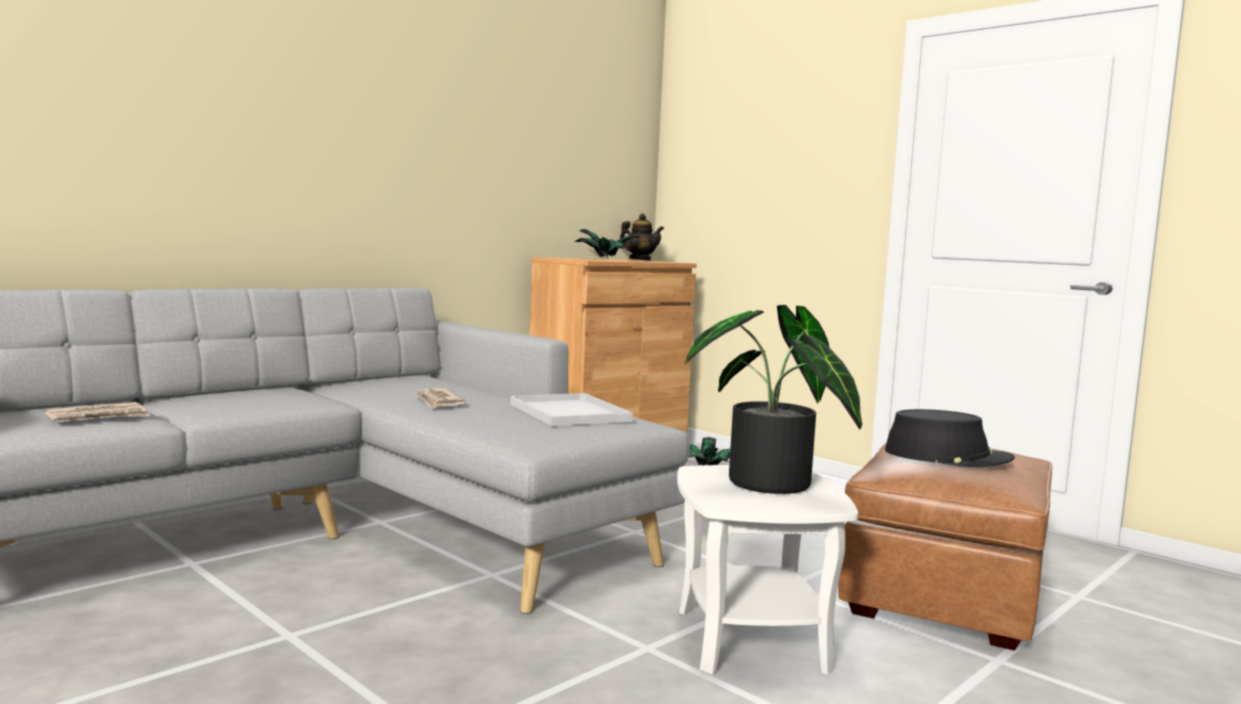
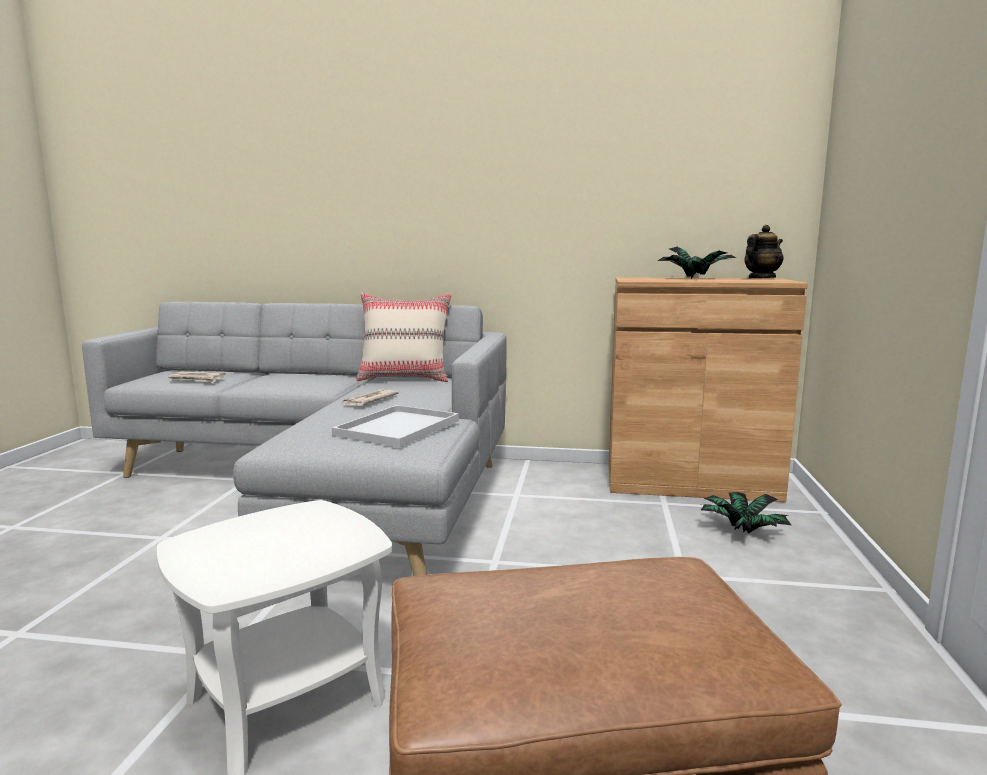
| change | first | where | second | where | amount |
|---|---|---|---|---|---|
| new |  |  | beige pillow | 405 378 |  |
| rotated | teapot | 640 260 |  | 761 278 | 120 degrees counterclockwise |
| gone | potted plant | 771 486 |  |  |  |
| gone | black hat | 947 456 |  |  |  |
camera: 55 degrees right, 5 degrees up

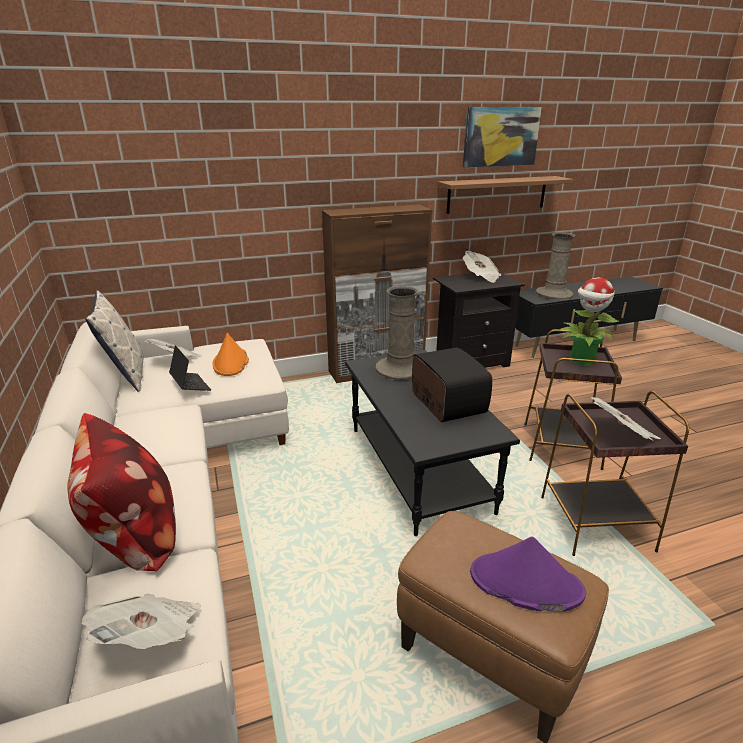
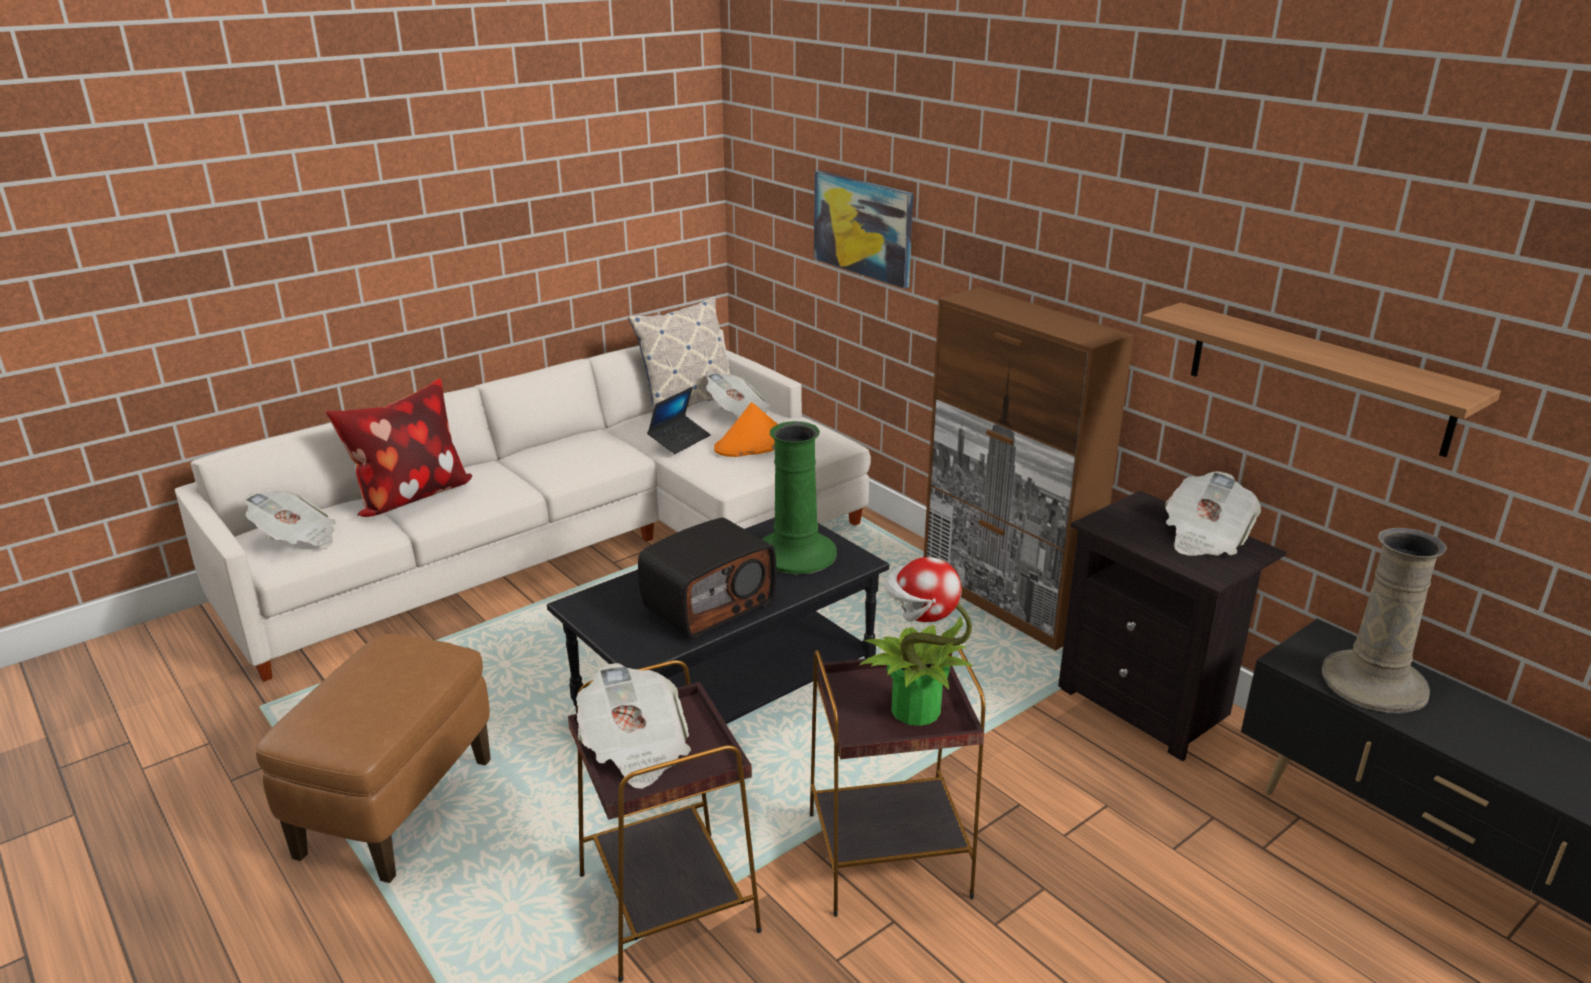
| change | first | where | second | where | amount |
|---|---|---|---|---|---|
| repainted | beige vase | 400 369 | green vase | 796 554 |  |
| shifted | picture | 500 136 |  | 863 227 |  |
| gone | purple hat | 525 583 |  |  |  |
camera: 70 degrees right, 0 degrees up

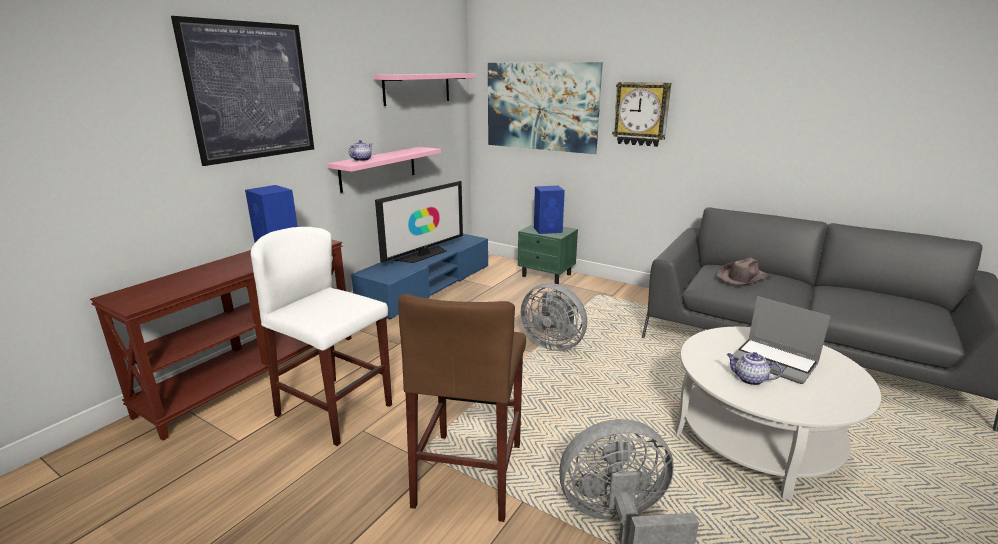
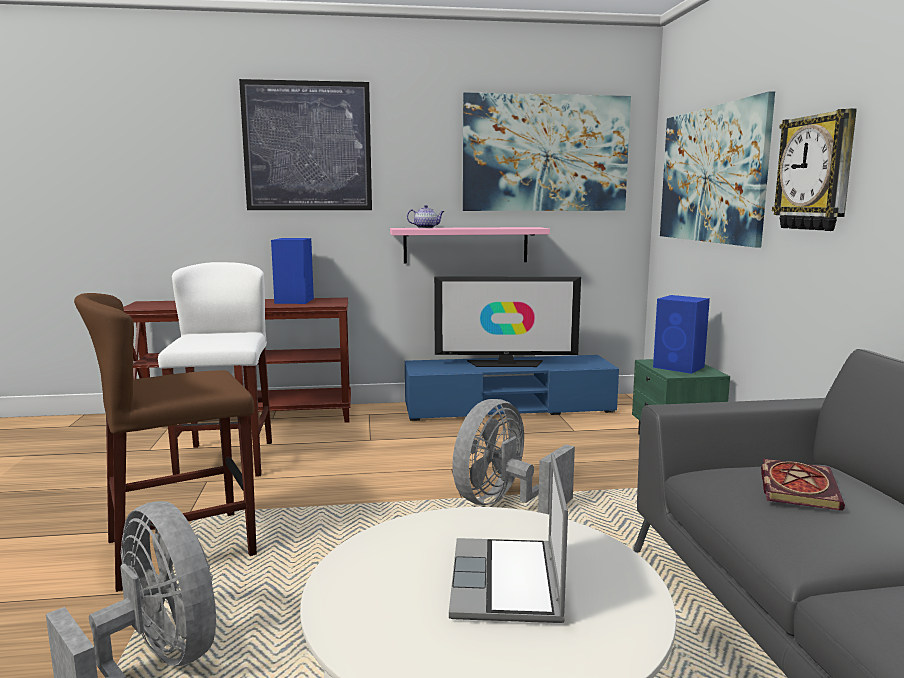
| change | first | where | second | where | amount |
|---|---|---|---|---|---|
| rotated | grey fan | 553 343 |  | 503 503 | 45 degrees clockwise |
| swapped | pink shelf | 417 88 | picture | 545 153 |  |
| swapped | brown hat | 742 277 | book | 796 487 |  |
| gone | teapot | 749 379 |  |  |  |
camera: 50 degrees right, 10 degrees down

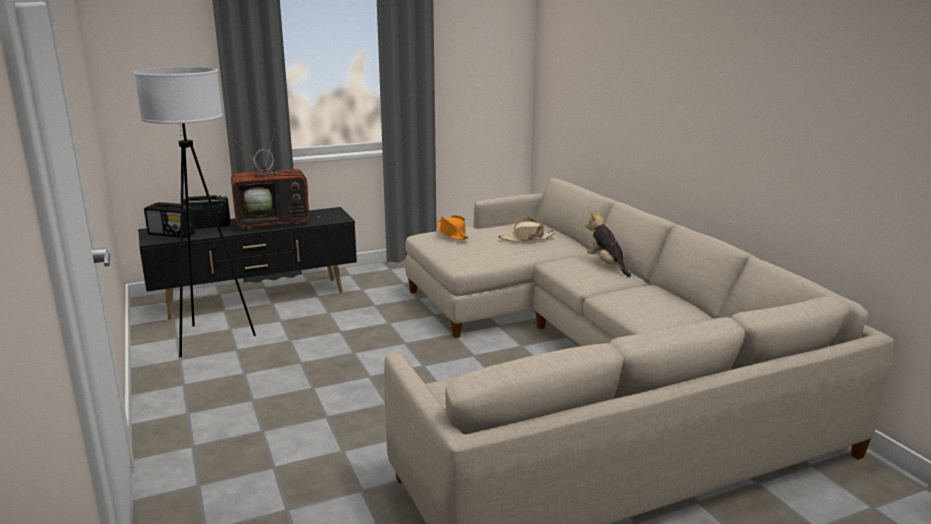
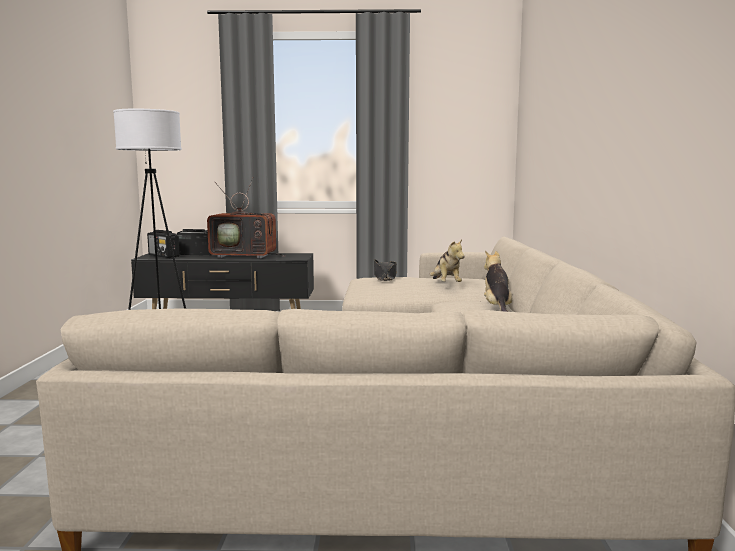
| change | first | where | second | where | amount |
|---|---|---|---|---|---|
| repainted | orange hat | 452 233 | black hat | 385 277 |  |
| swapped | beige hat | 527 238 | plush toy | 446 284 |  |
camera: 25 degrees right, 10 degrees down

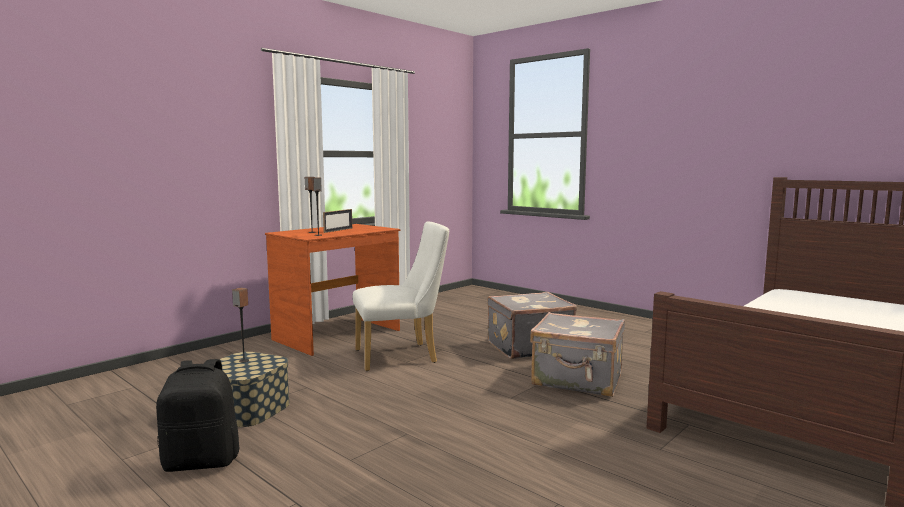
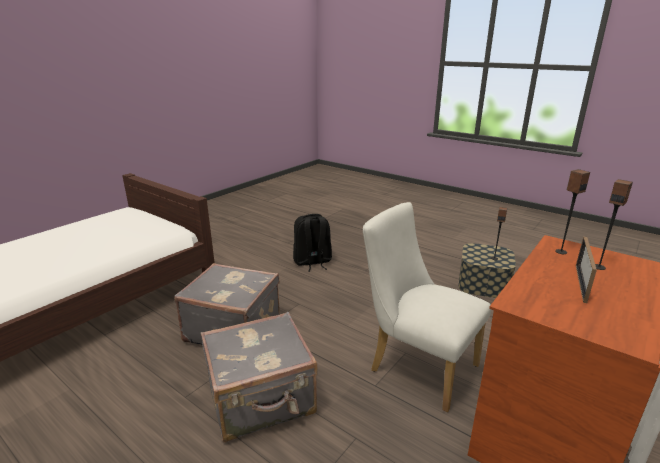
| change | first | where | second | where | amount |
|---|---|---|---|---|---|
| shifted | black backpack | 202 461 |  | 312 262 |  |
| rotated | white chair | 402 356 |  | 416 365 | 60 degrees clockwise |
camera: 175 degrees right, 15 degrees up

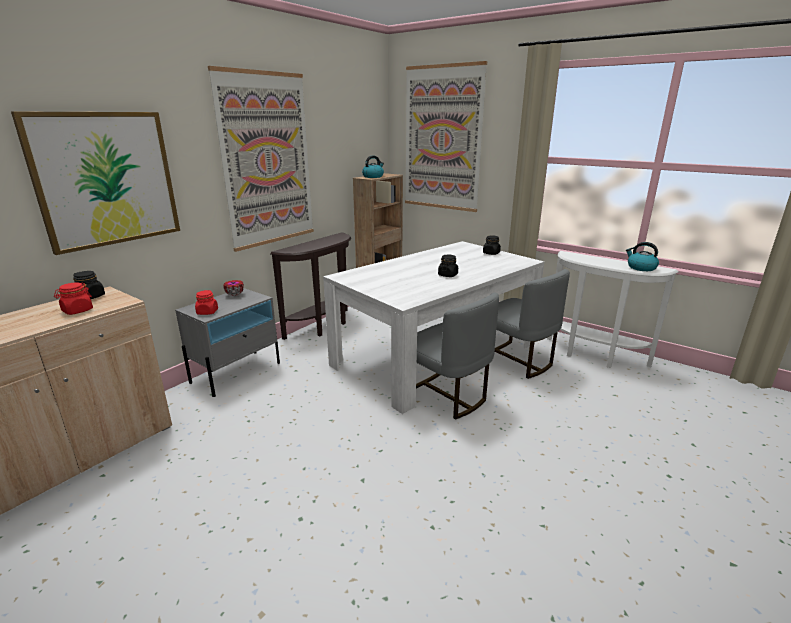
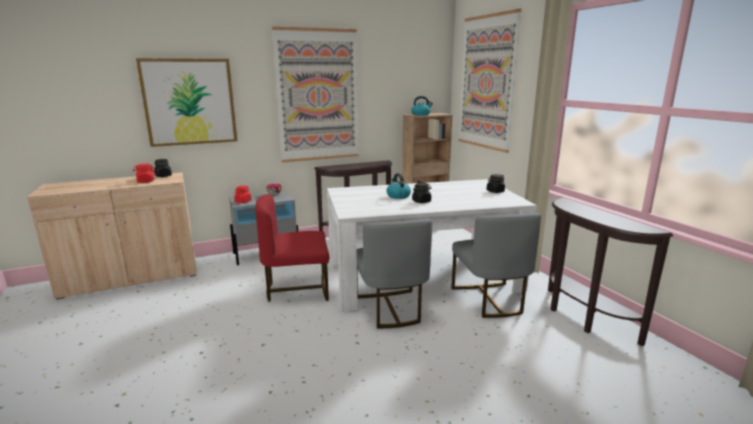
| change | first | where | second | where | amount |
|---|---|---|---|---|---|
| new |  |  | red chair | 297 289 |  |
| shifted | kettle | 640 268 |  | 398 196 |  |
| repainted | white console table | 593 356 | brown console table | 581 317 |  |
camera: 30 degrees right, 5 degrees down

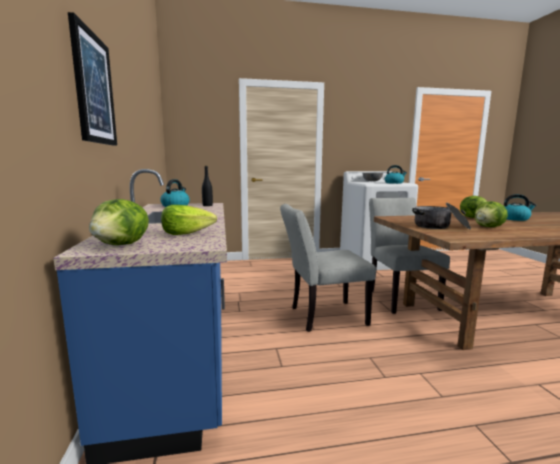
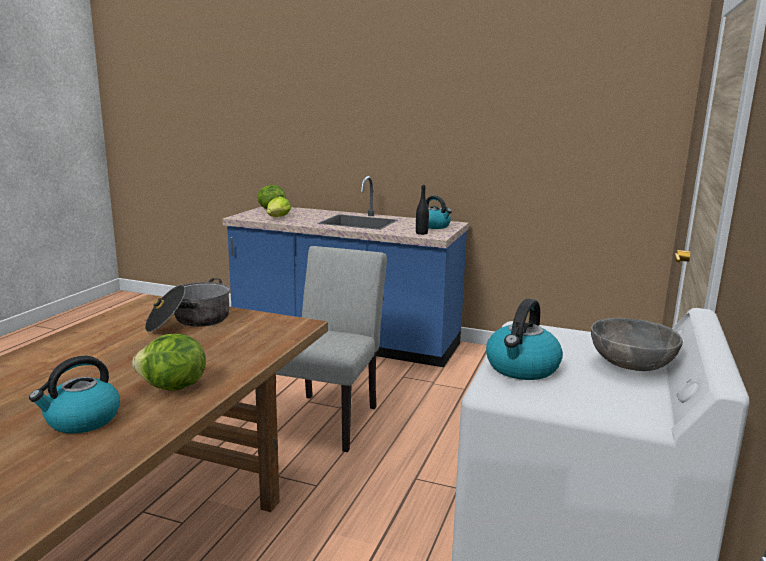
| change | first | where | second | where | amount |
|---|---|---|---|---|---|
| gone | picture | 93 89 |  |  |  |
| gone | grey chair | 400 298 |  |  |  |
| gone | lettuce | 489 227 |  |  |  |
camera: 120 degrees right, 5 degrees up

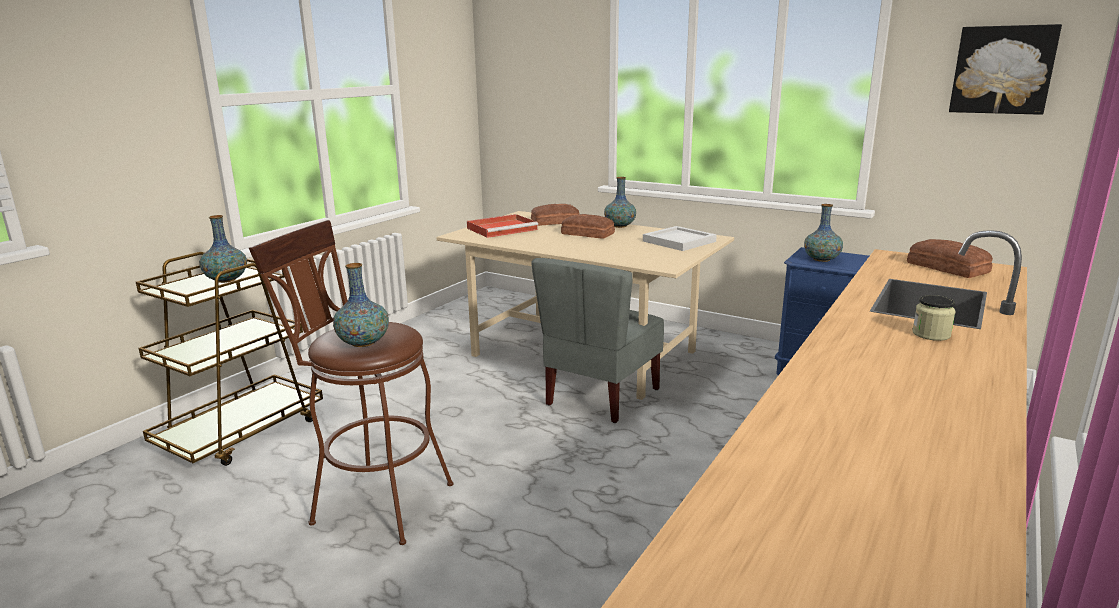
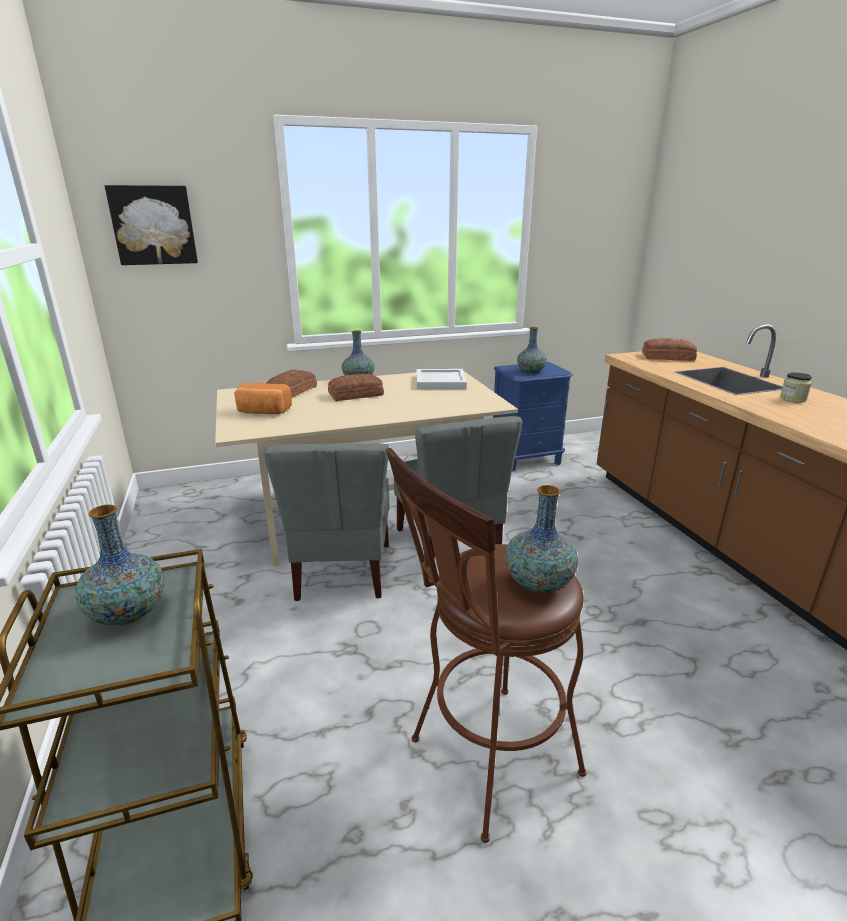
| change | first | where | second | where | amount |
|---|---|---|---|---|---|
| shifted | picture | 1002 70 |  | 153 225 |  |
| swapped | red tray | 503 229 | bread | 263 412 |  |
| new |  |  | grey chair | 342 572 |  |
camera: 50 degrees left, 5 degrees up

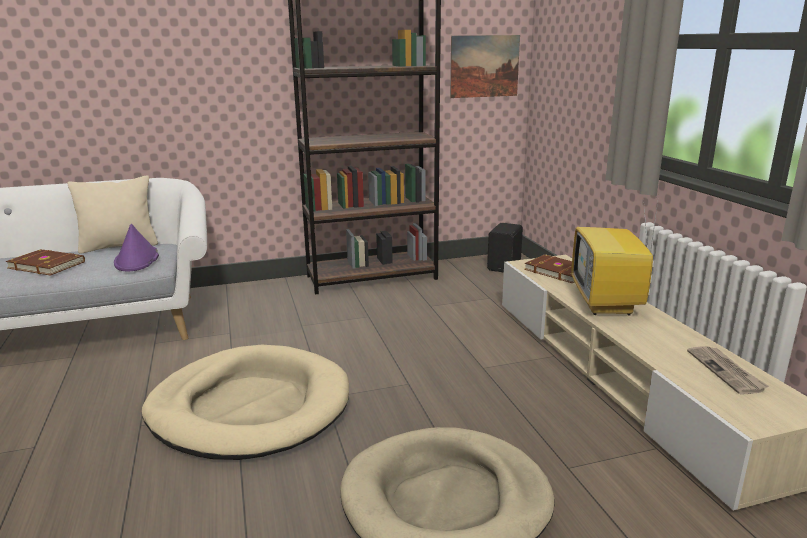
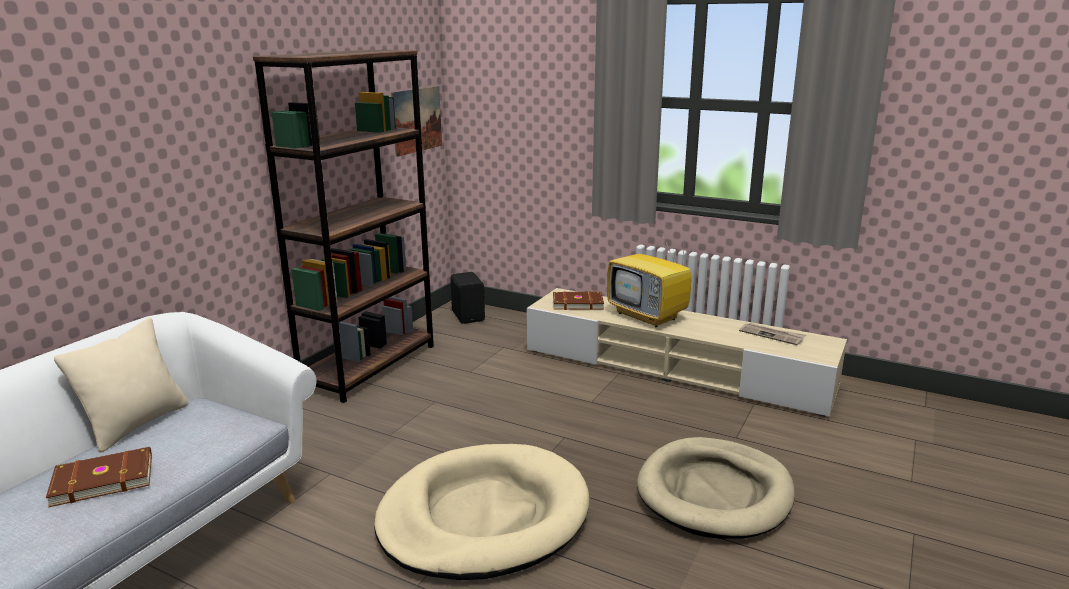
| change | first | where | second | where | amount |
|---|---|---|---|---|---|
| gone | purple hat | 137 260 |  |  |  |
camera: 45 degrees left, 0 degrees up

